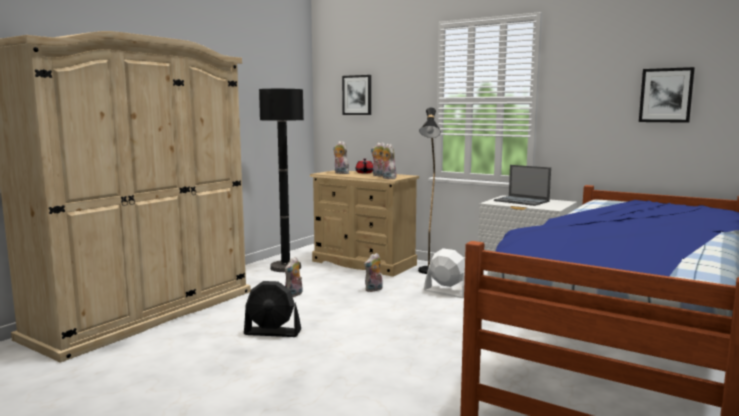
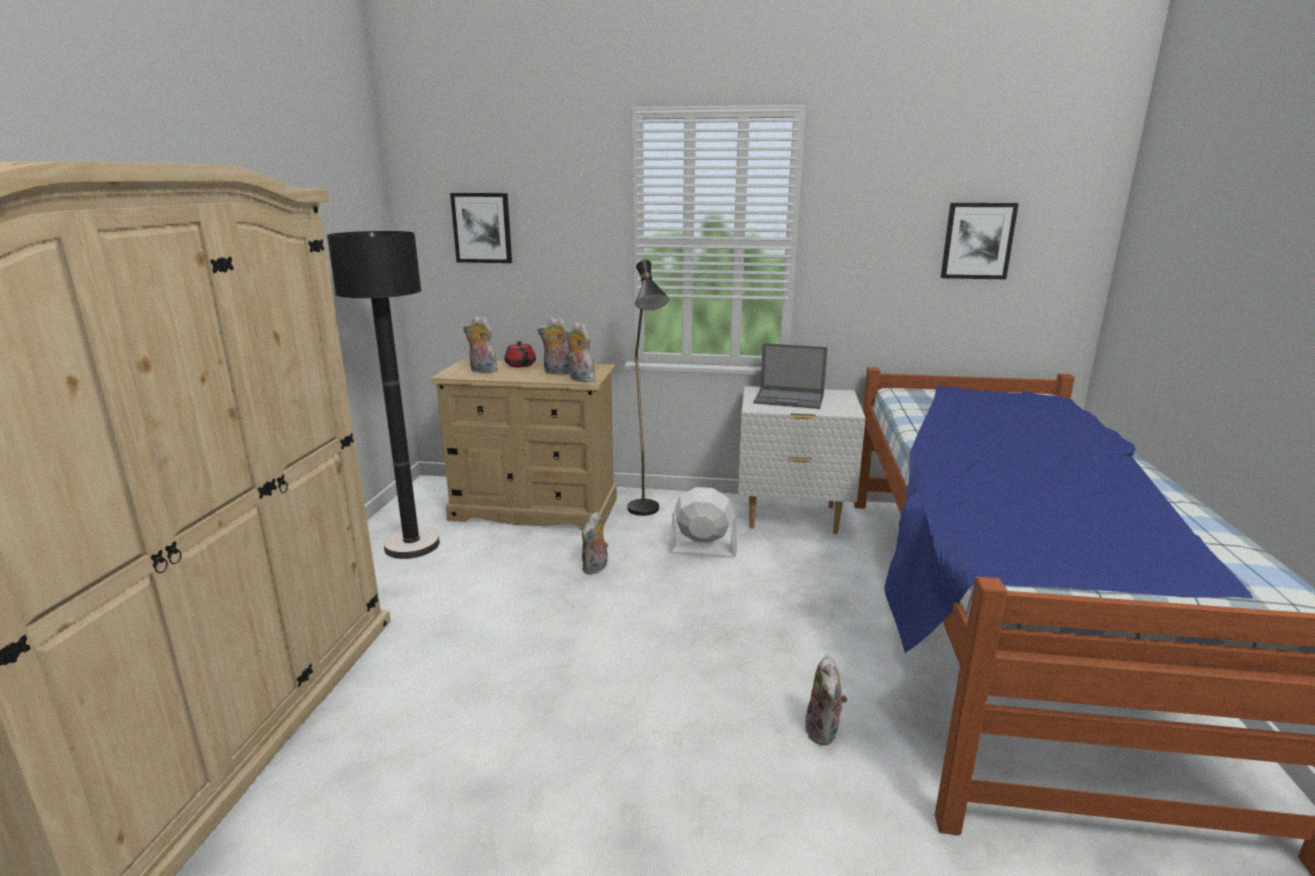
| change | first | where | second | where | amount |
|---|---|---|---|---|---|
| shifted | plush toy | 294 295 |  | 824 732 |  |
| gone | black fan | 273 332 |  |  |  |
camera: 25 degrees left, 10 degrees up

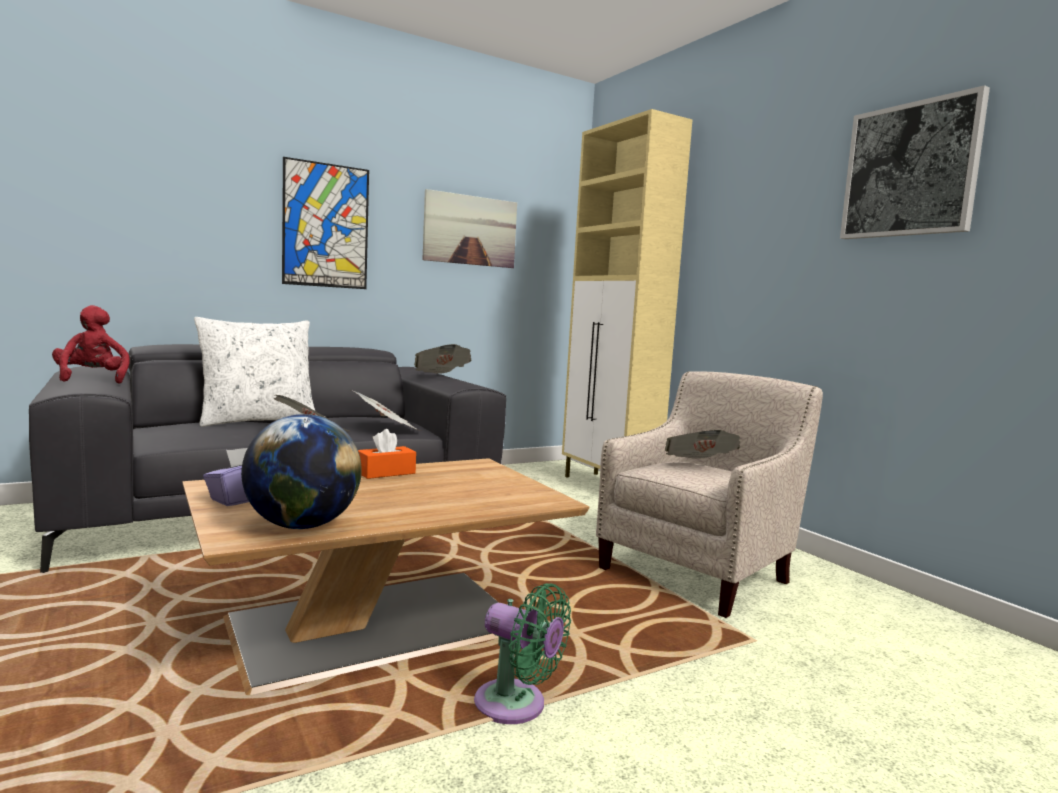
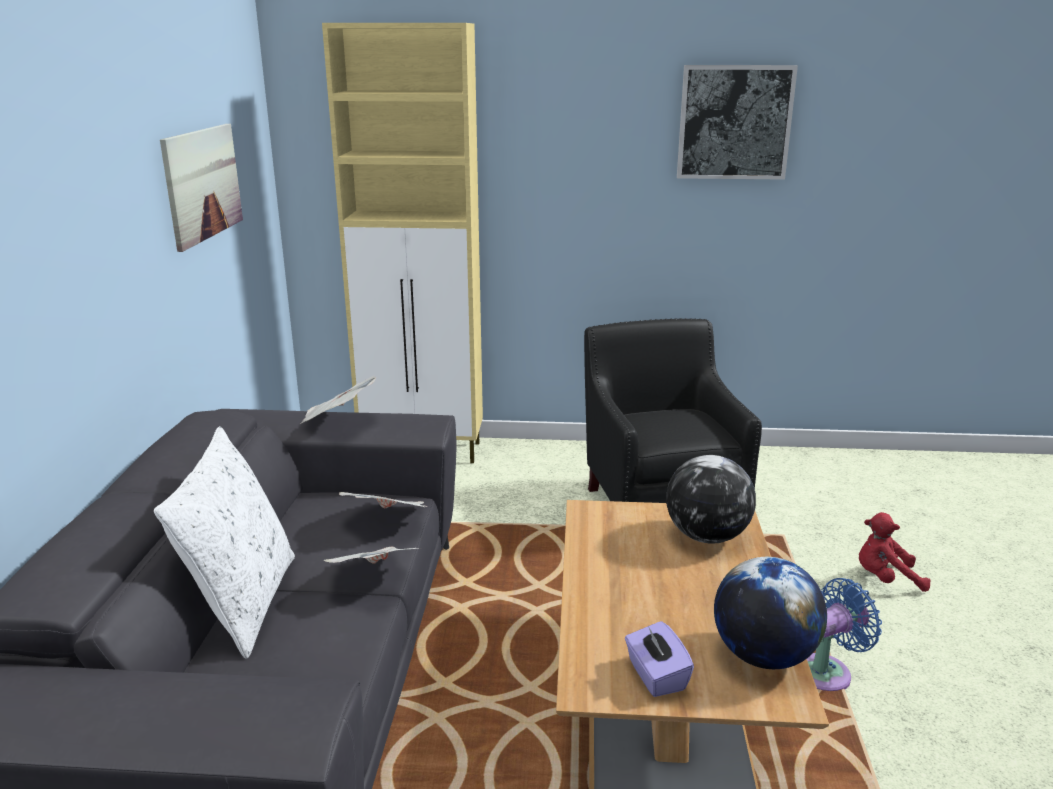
| change | first | where | second | where | amount |
|---|---|---|---|---|---|
| repainted | beige armchair | 700 572 | black armchair | 662 502 |  |
| new |  |  | globe | 706 536 |  |
| repainted | green fan | 516 705 | blue fan | 827 672 |  |
| shifted | red plush toy | 92 379 |  | 885 578 |  |
| gone | picture | 326 225 |  |  |  |
| gone | orange tissue box | 386 473 |  |  |  |
| gone | newspaper | 699 466 |  |  |  |
camera: 55 degrees left, 15 degrees up

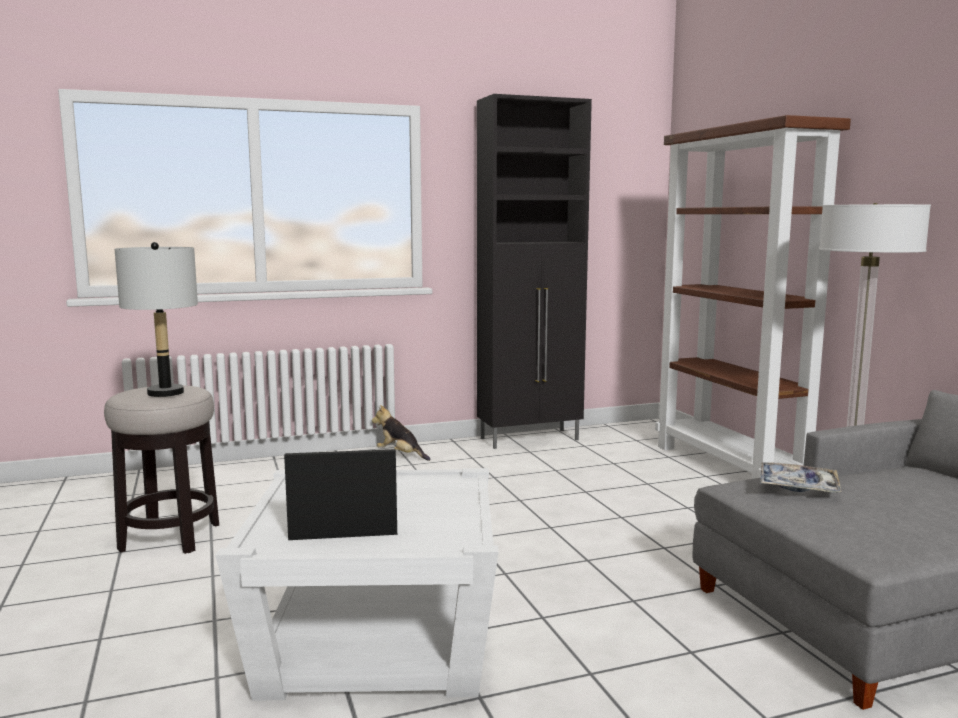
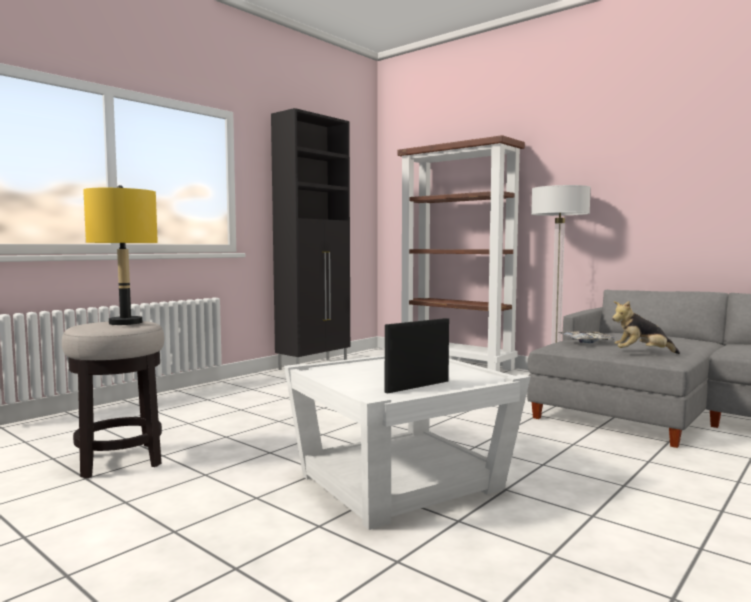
| change | first | where | second | where | amount |
|---|---|---|---|---|---|
| repainted | grey table lamp | 165 393 | yellow table lamp | 125 323 |  |
| shifted | plush toy | 400 455 |  | 642 354 |  |
camera: 30 degrees left, 5 degrees down

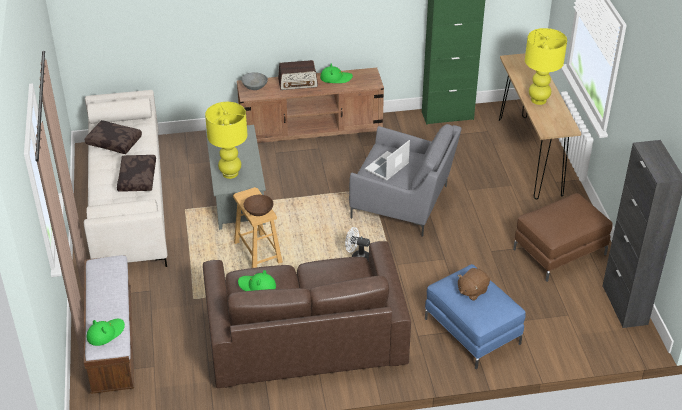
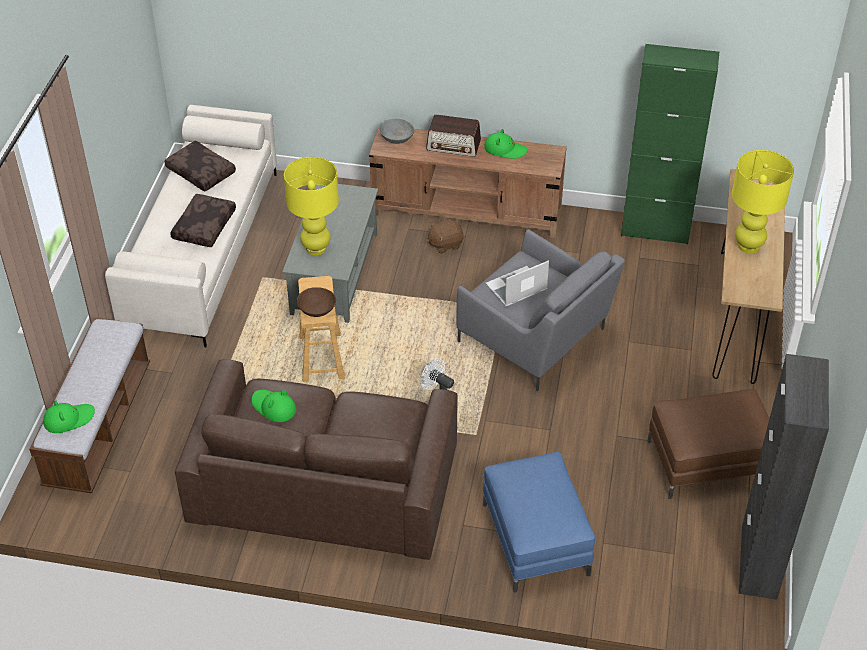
| change | first | where | second | where | amount |
|---|---|---|---|---|---|
| shifted | brown plush toy | 472 291 |  | 445 244 |  |
camera: 20 degrees right, 5 degrees up

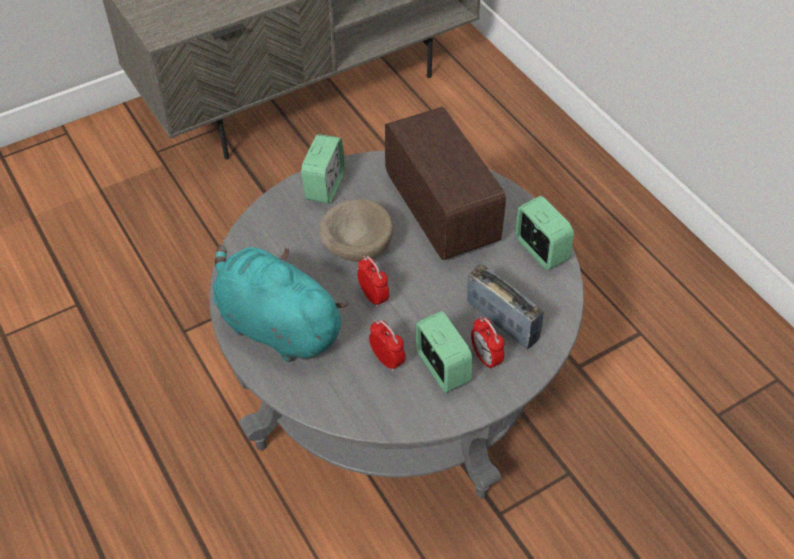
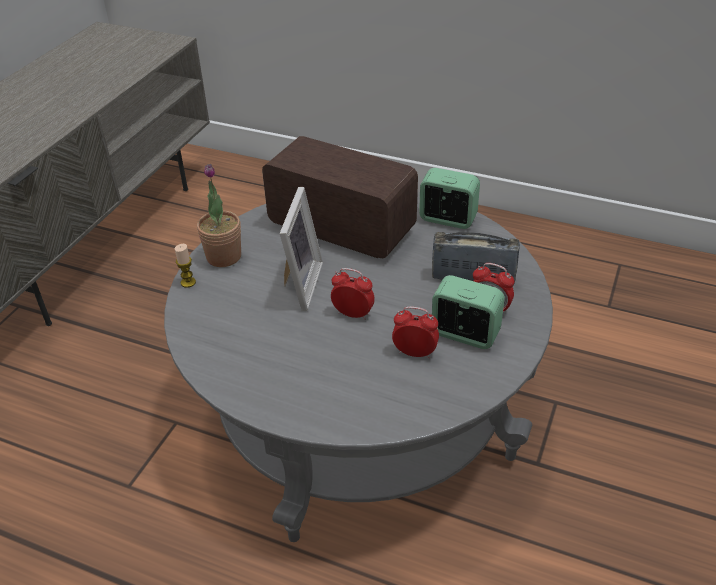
| change | first | where | second | where | amount |
|---|---|---|---|---|---|
| new |  |  | candle | 188 282 |  |
| swapped | alarm clock | 325 186 | potted plant | 224 257 |  |
| swapped | beige bowl | 357 245 | picture frame | 298 284 |  |
| gone | turquoise plush toy | 276 325 |  |  |  |
camera: 35 degrees left, 10 degrees down

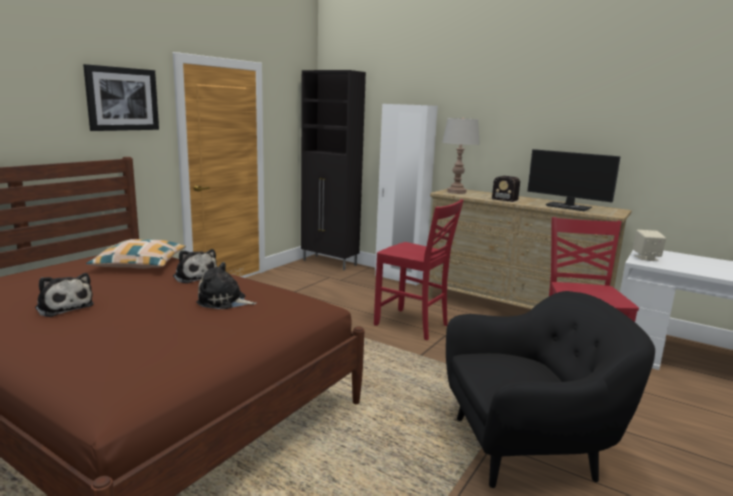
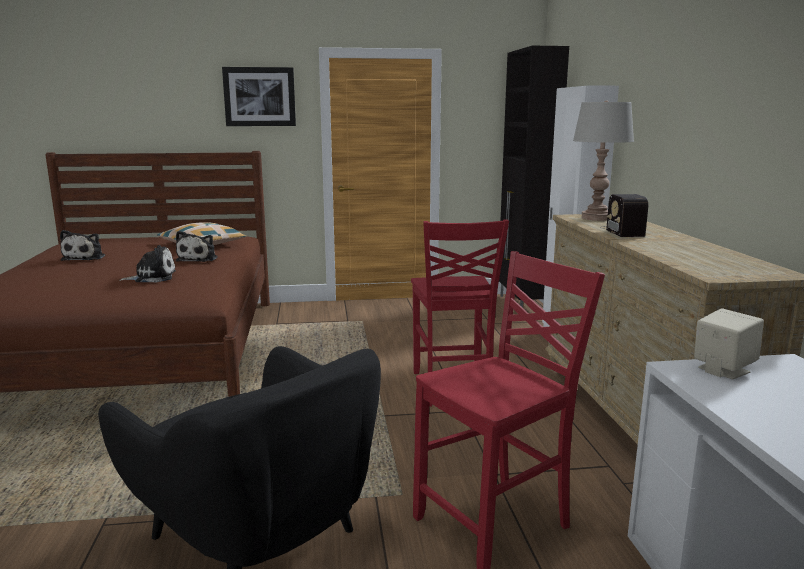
| change | first | where | second | where | amount |
|---|---|---|---|---|---|
| rotated | plush toy | 224 301 |  | 152 277 | 105 degrees clockwise |
| gone | monitor | 569 207 |  |  |  |
camera: 50 degrees right, 0 degrees up

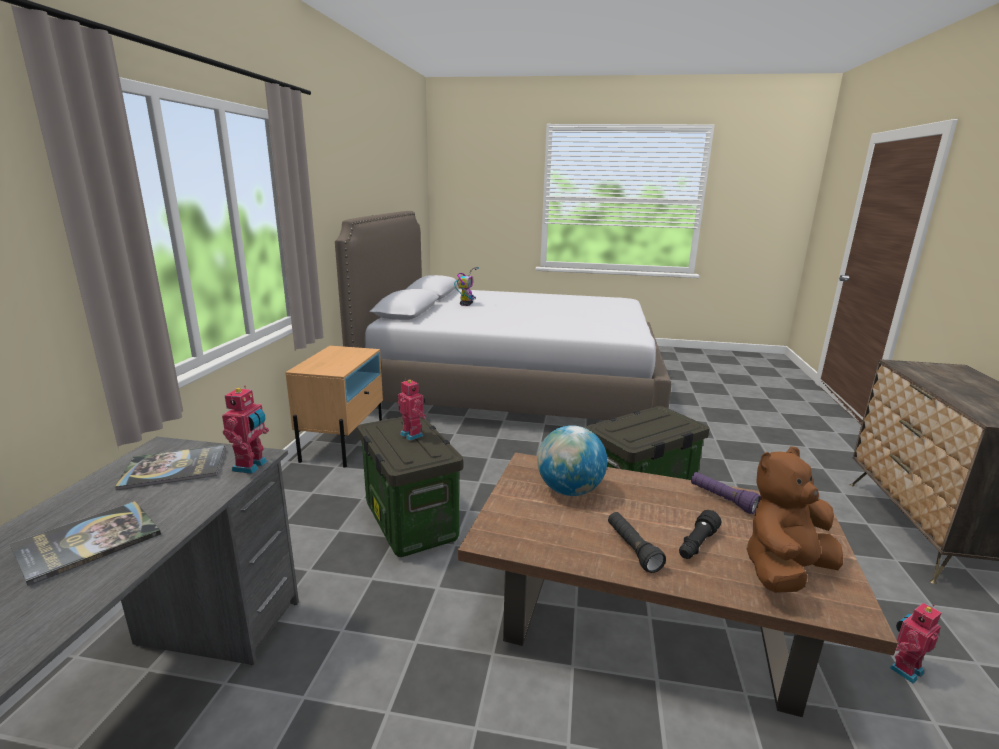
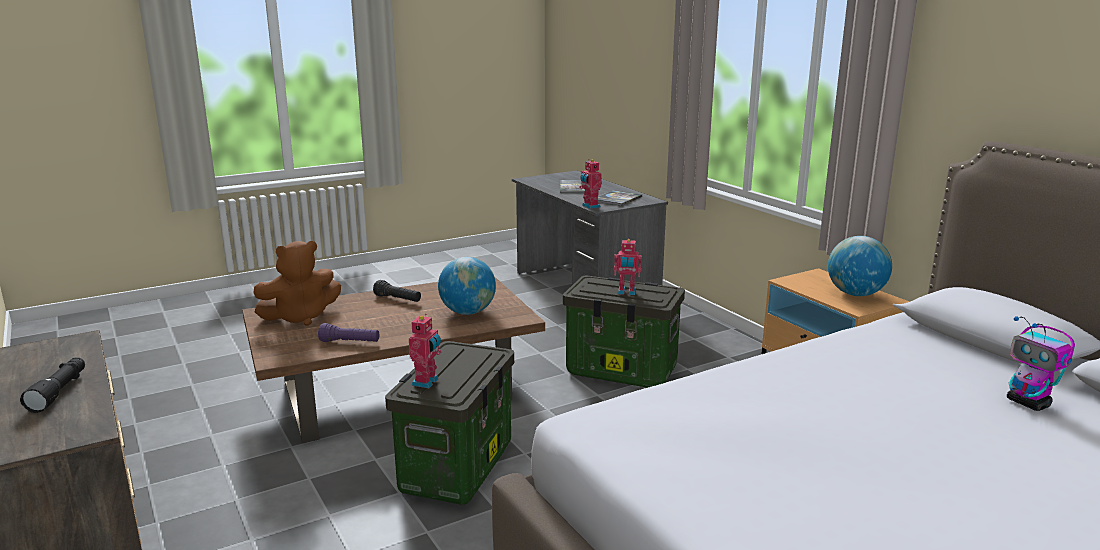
| change | first | where | second | where | amount |
|---|---|---|---|---|---|
| shifted | black flashlight | 696 544 |  | 60 392 |  |
| rotated | brown plush toy | 784 571 |  | 300 317 | 45 degrees clockwise |
| shifted | toy robot | 904 668 |  | 427 382 |  |
| new |  |  | globe | 855 294 |  |
camera: 140 degrees right, 0 degrees up

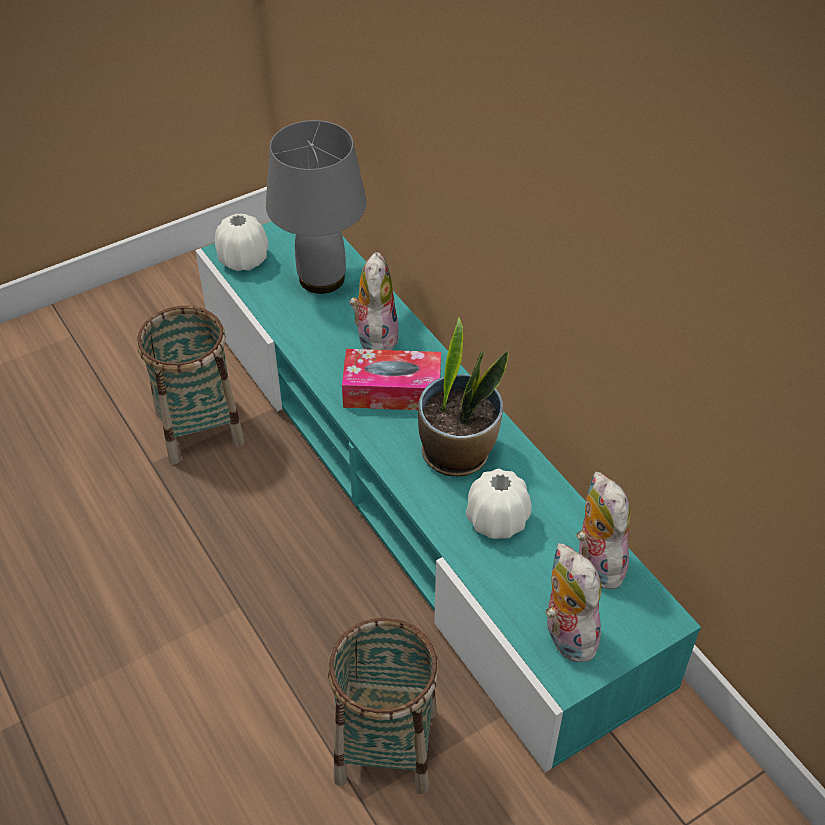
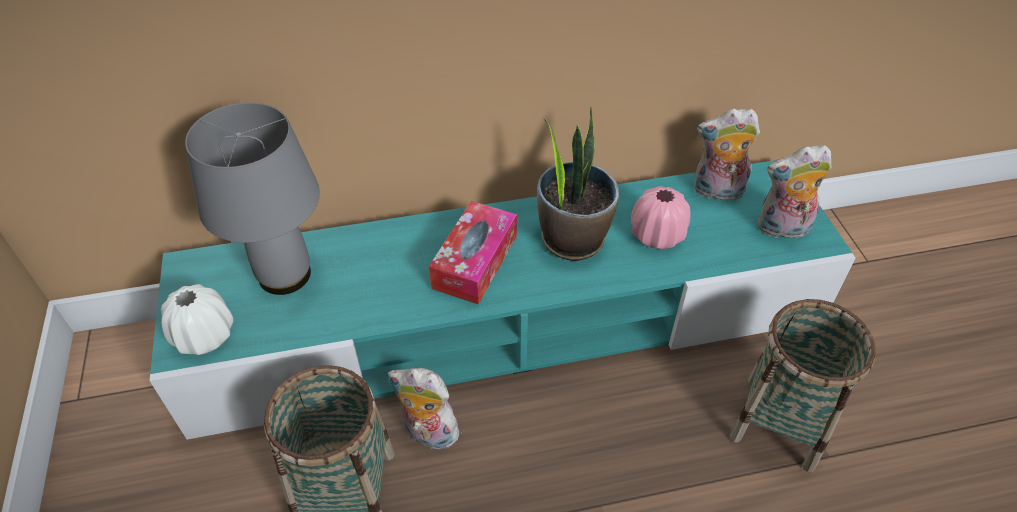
| change | first | where | second | where | amount |
|---|---|---|---|---|---|
| shifted | plush toy | 375 337 |  | 428 433 |  |
| repainted | white vase | 497 520 | pink vase | 657 235 |  |
camera: 70 degrees left, 0 degrees up

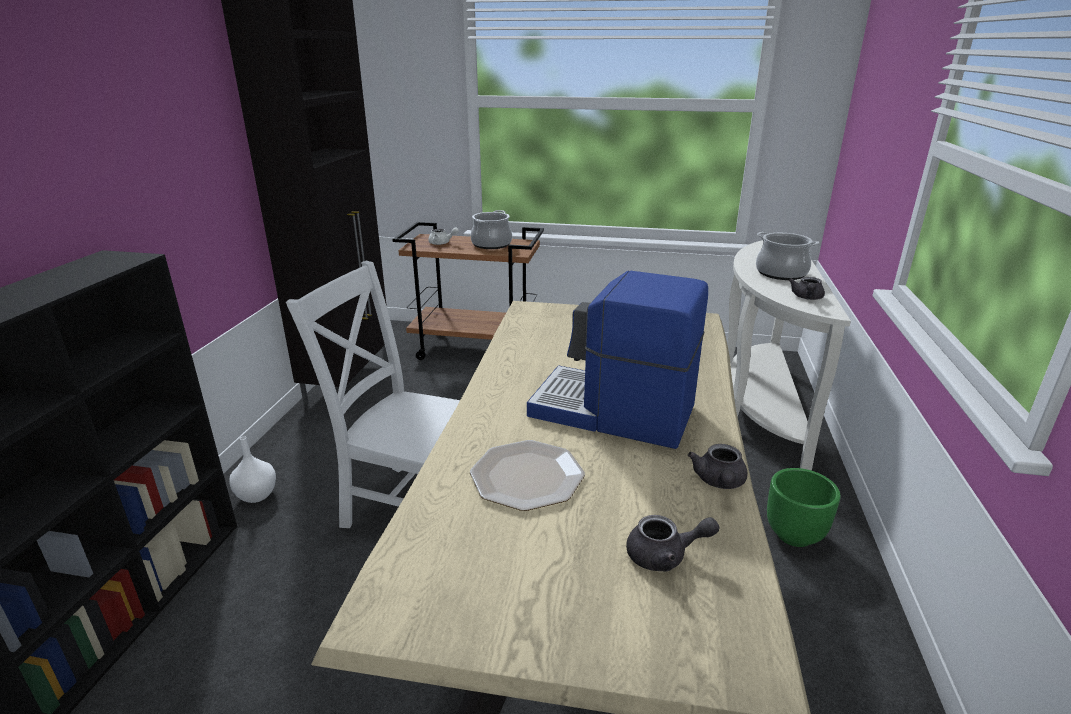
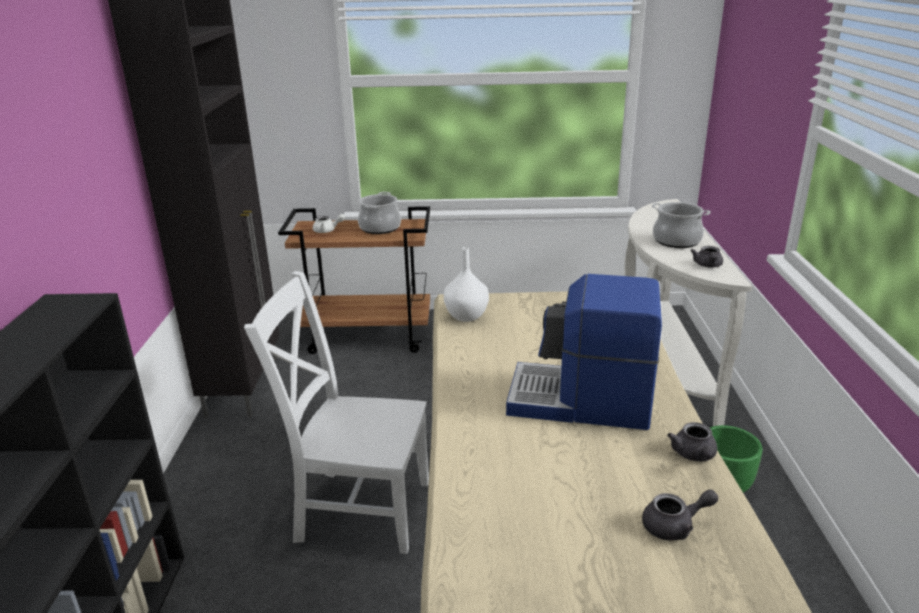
| change | first | where | second | where | amount |
|---|---|---|---|---|---|
| shifted | white vase | 256 496 |  | 466 316 |  |
| gone | plate | 526 476 |  |  |  |
camera: 10 degrees left, 0 degrees up

